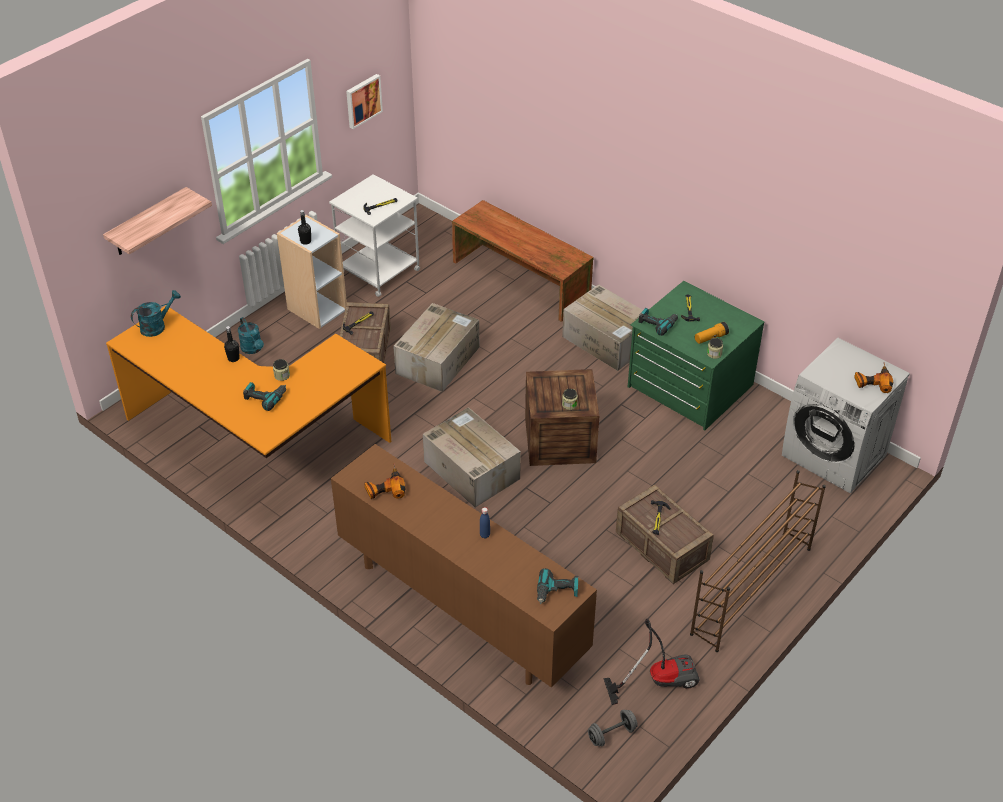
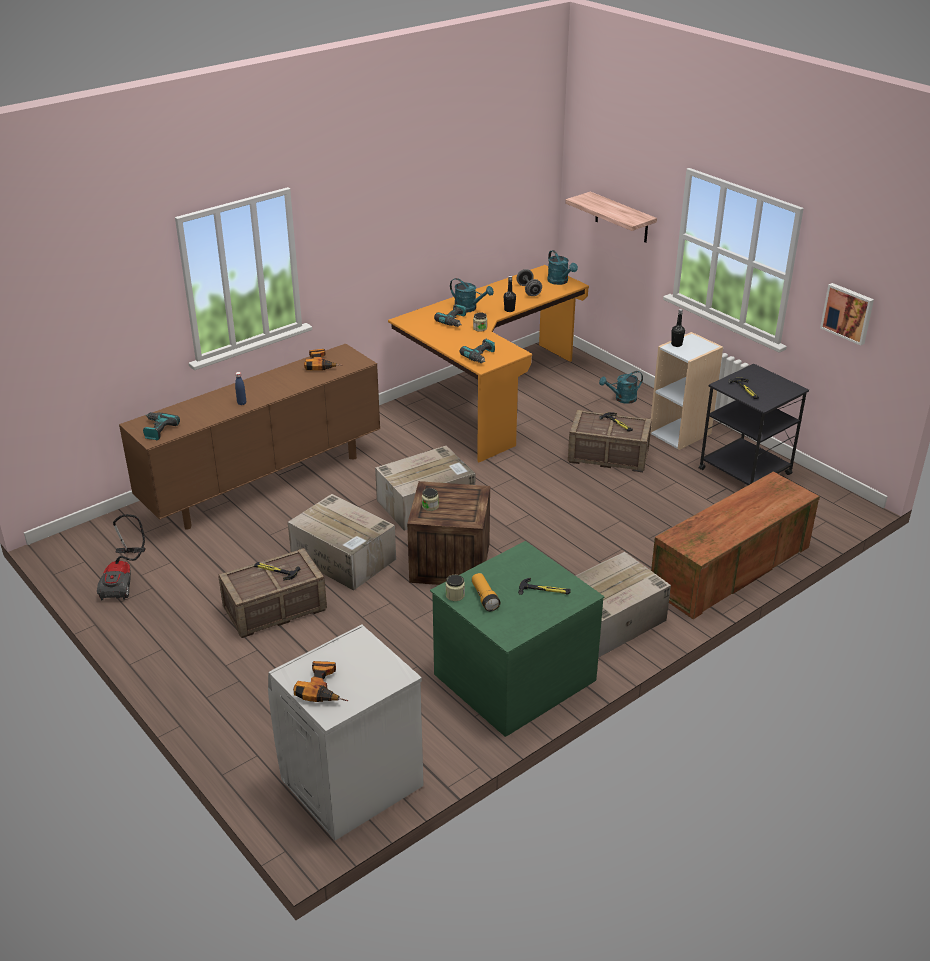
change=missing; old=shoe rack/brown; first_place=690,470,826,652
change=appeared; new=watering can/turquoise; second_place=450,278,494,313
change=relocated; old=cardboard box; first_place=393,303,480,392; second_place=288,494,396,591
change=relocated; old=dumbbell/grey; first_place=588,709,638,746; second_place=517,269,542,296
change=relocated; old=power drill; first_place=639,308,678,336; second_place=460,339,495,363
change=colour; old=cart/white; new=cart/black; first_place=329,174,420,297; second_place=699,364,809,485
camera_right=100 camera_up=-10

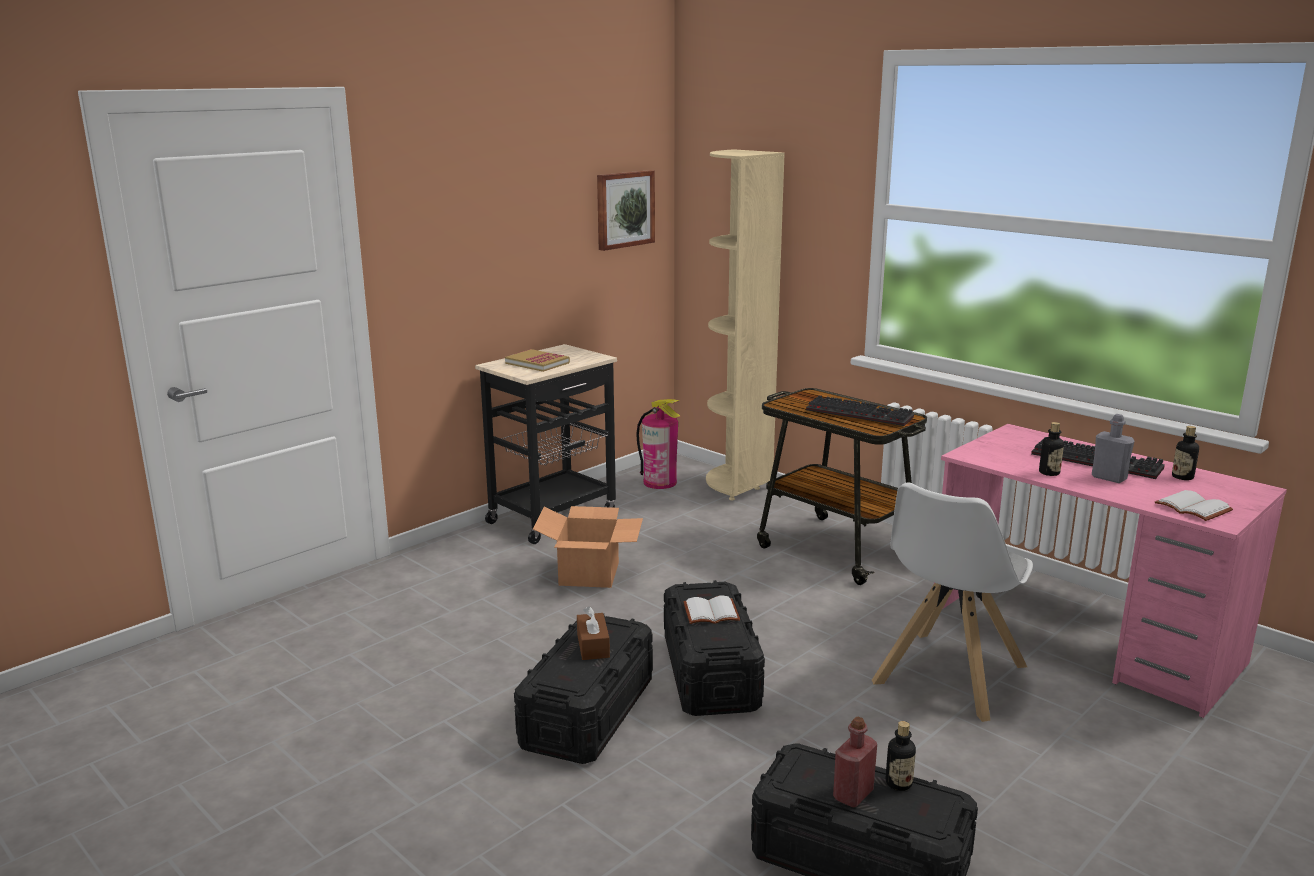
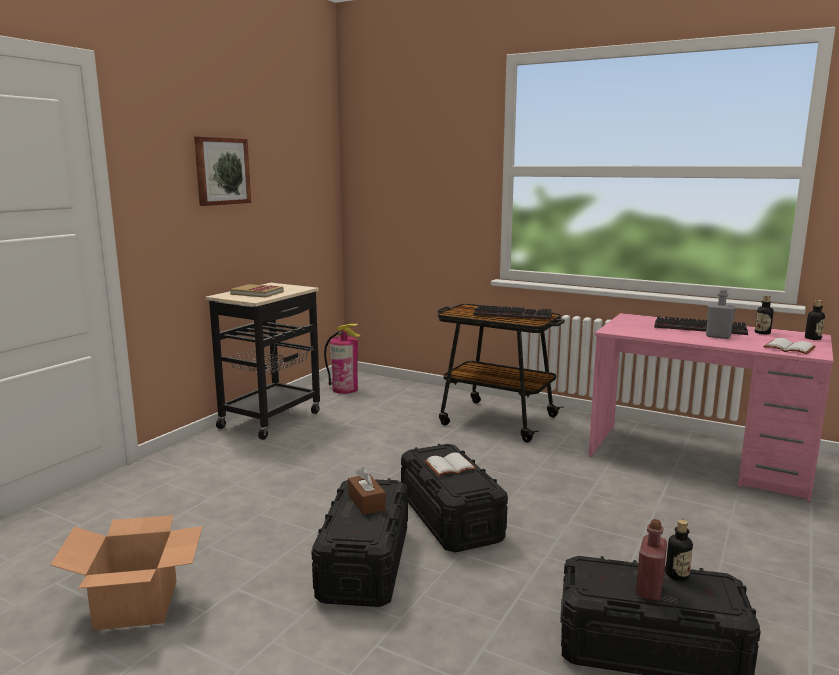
change=missing; old=bookcase/beige; first_place=706,149,785,500
change=missing; old=chair; first_place=872,483,1033,722
change=relocated; old=cardboard box; first_place=533,506,643,588; second_place=50,515,203,631
change=relocated; old=picture; first_place=597,170,655,251; second_place=194,137,251,206
change=relocated; old=bottle; first_place=1039,422,1064,476; second_place=805,300,825,340
camera_right=-15 camera_up=-5

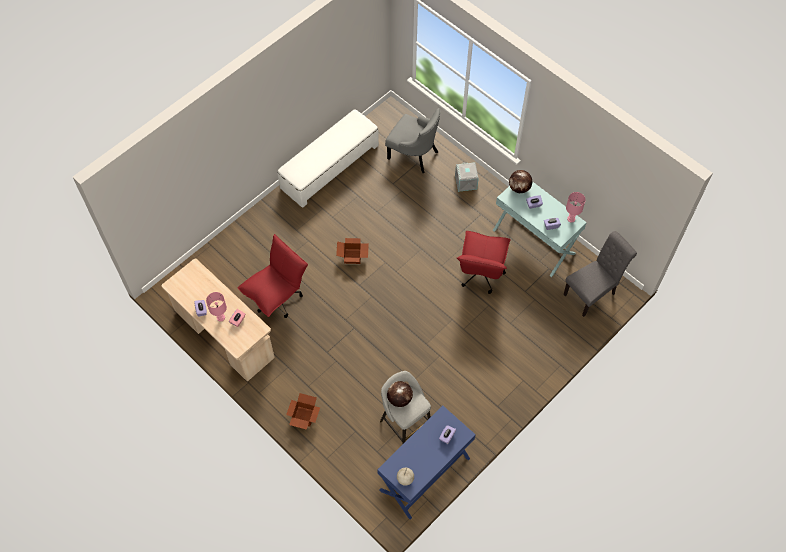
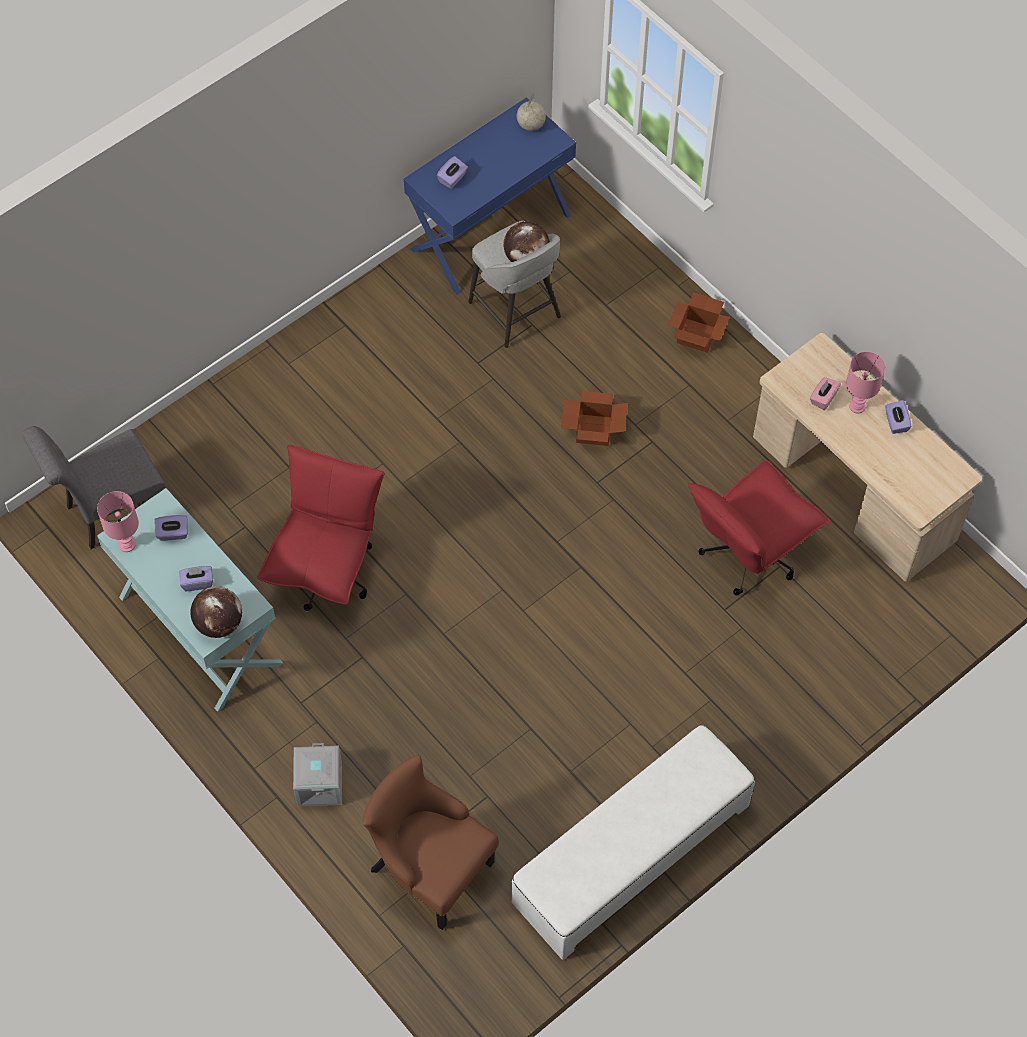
change=relocated; old=cardboard box; first_place=336,238,369,264; second_place=561,391,628,446
change=colour; old=chair/grey; new=chair/brown; first_place=385,108,440,173; second_place=363,755,499,930
camera_right=-175 camera_up=0

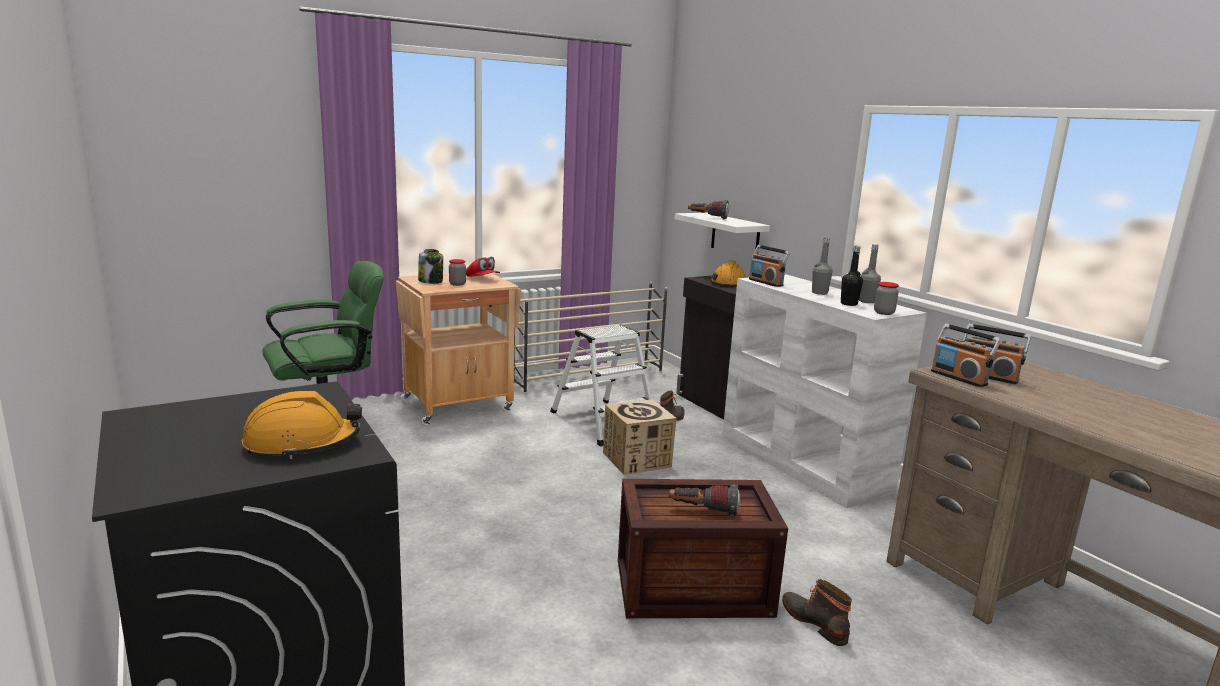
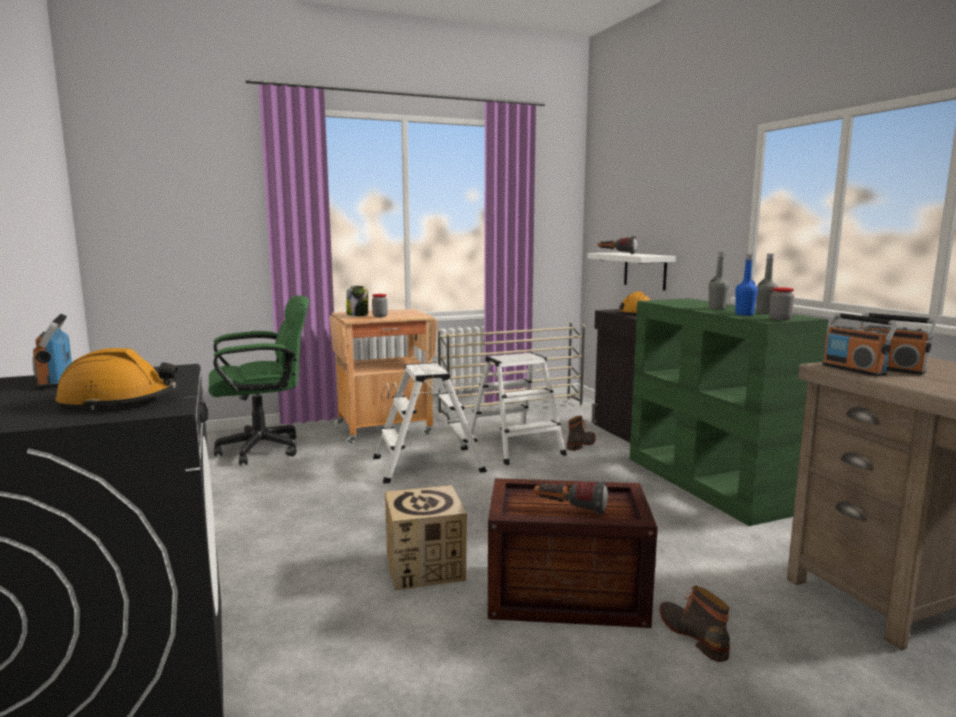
change=missing; old=cap/red; first_place=466,257,500,277
change=appeared; new=step ladder/white; second_place=373,362,487,484
change=relocated; old=cardboard box; first_place=603,399,677,475; second_place=385,485,467,591
change=relocated; old=radio; first_place=749,245,790,287; second_place=33,314,72,389
change=colour; old=bookcase/white; new=bookcase/green; first_place=722,274,927,508; second_place=630,298,829,526
change=colour; old=bottle/black; new=bottle/blue; first_place=841,246,863,306; second_place=735,254,758,315
camera_right=10 camera_up=-5

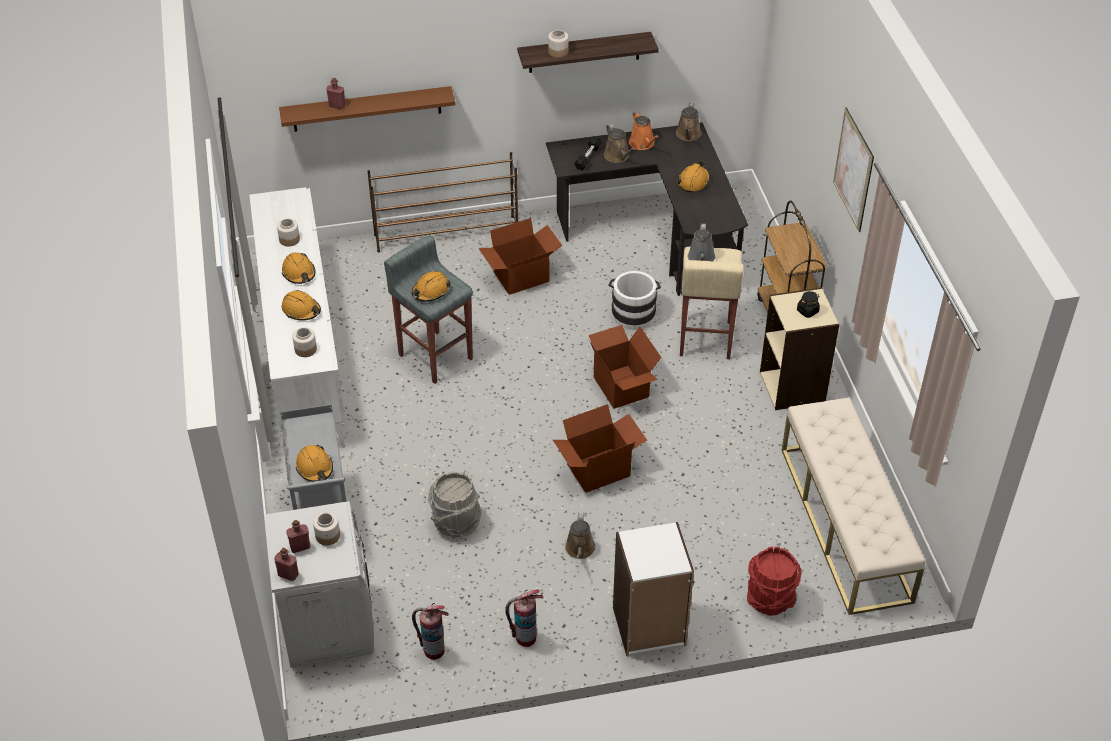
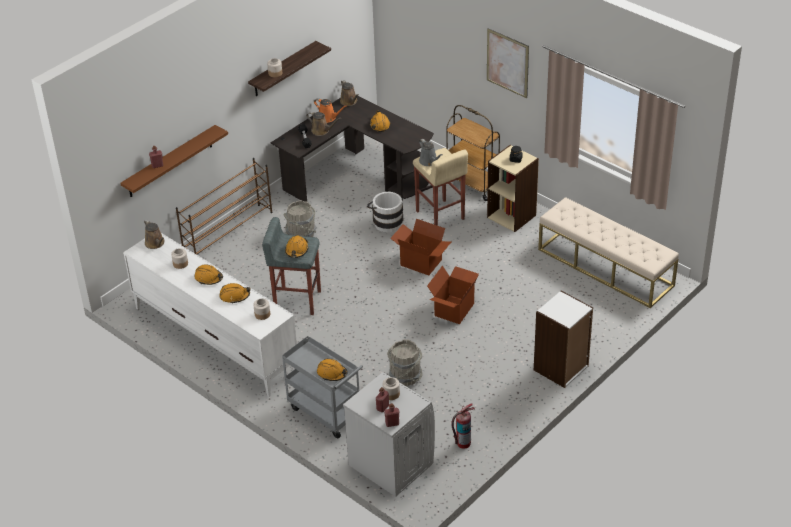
change=missing; old=fire extinguisher; first_place=505,589,544,647
change=missing; old=bucket/red; first_place=747,546,802,616
change=relocated; old=watering can/brown; first_place=565,512,595,559; second_place=144,220,164,249
change=exchanged; old=cardboard box; new=bucket/grey; first_place=479,218,563,295; second_place=283,200,316,237
camera_right=-35 camera_up=-5

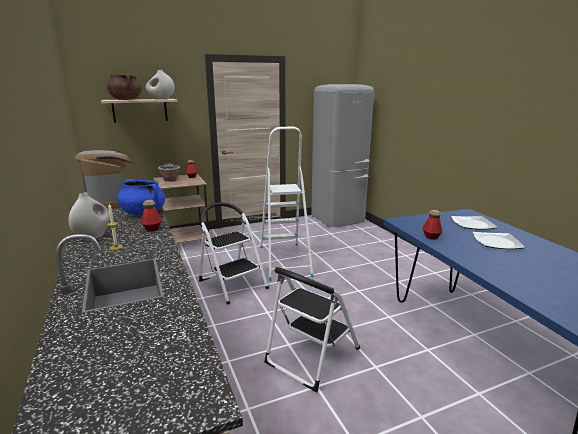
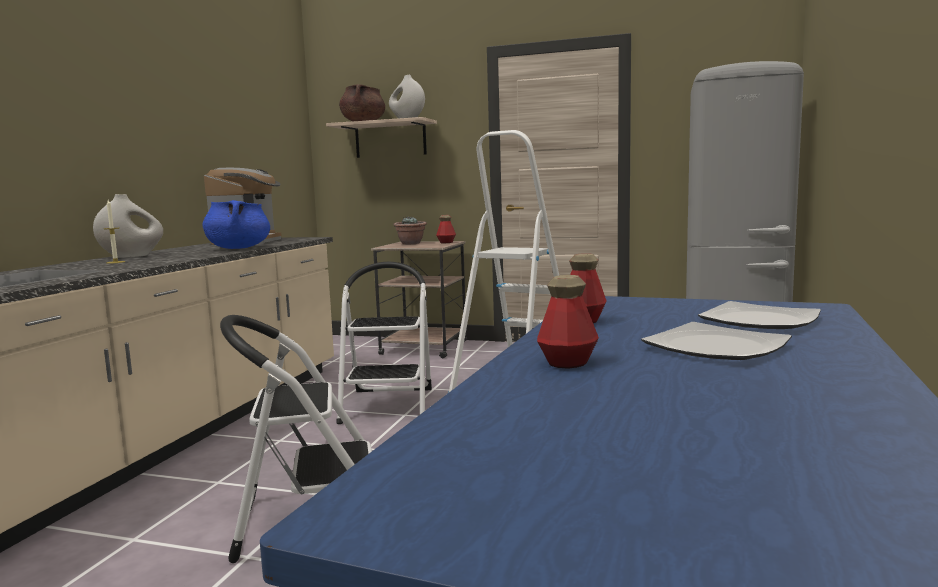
change=relocated; old=bottle; first_place=141,200,162,232; second_place=537,275,599,369
camera_right=40 camera_up=-10

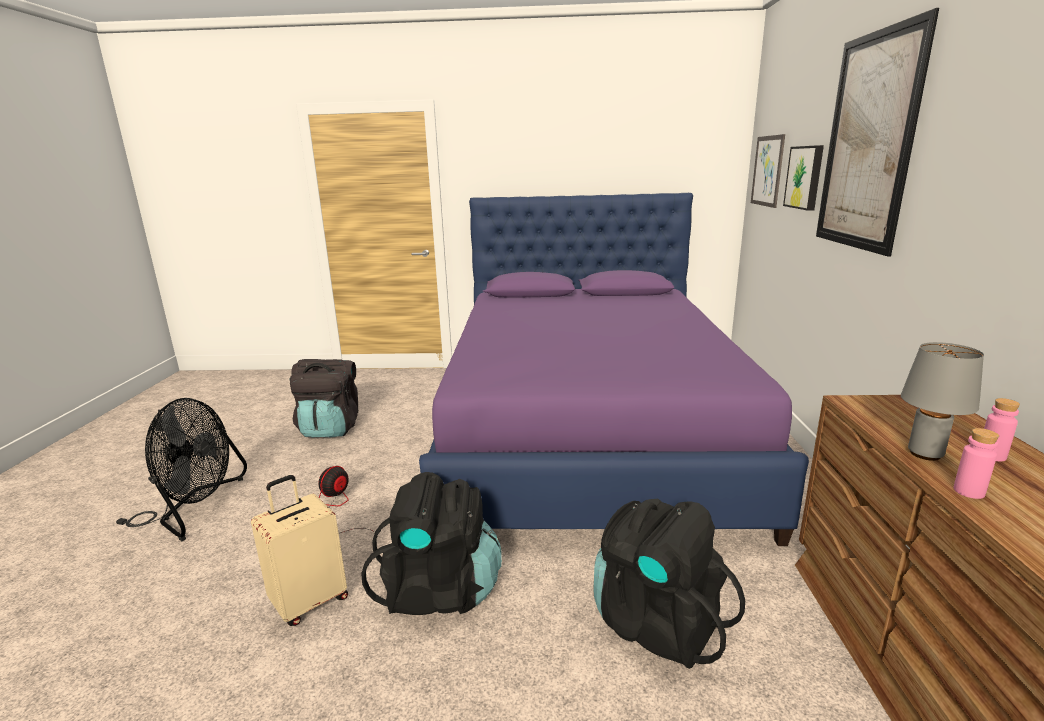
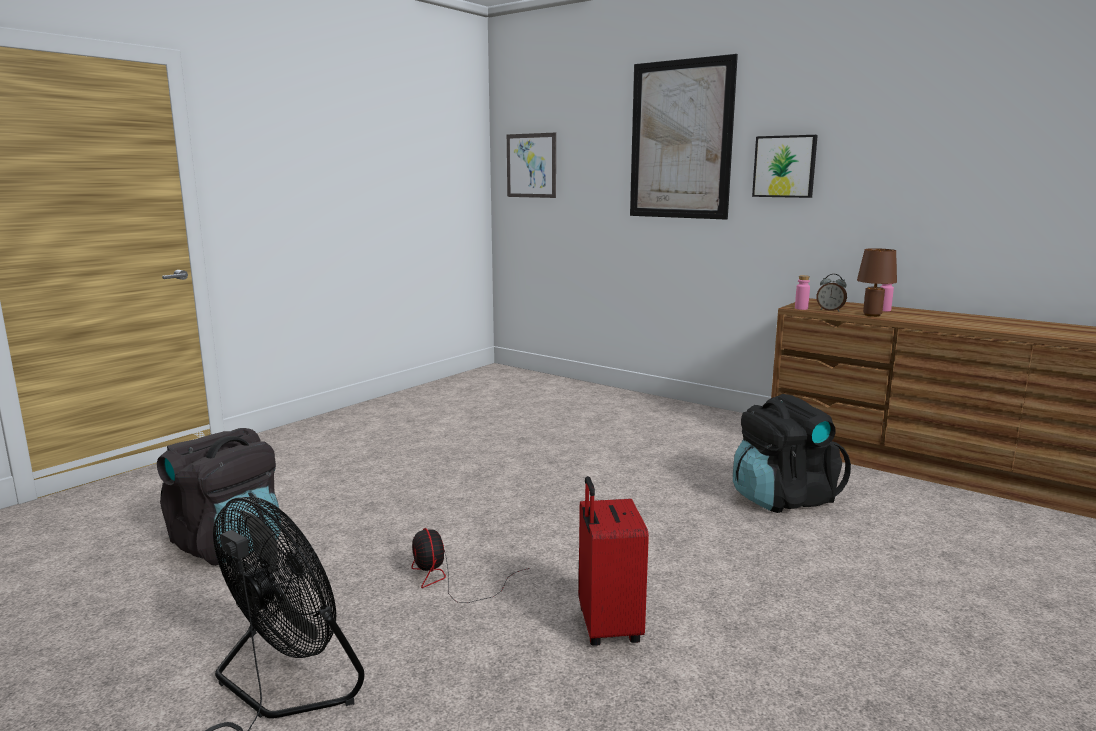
change=missing; old=backpack/black; first_place=361,472,502,615
change=missing; old=bed/purple; first_place=419,193,809,546
change=appeared; new=alarm clock; second_place=816,274,847,312
change=relocated; old=picture; first_place=783,145,824,211; second_place=752,135,818,198
change=relocated; old=bottle/pink; first_place=953,428,999,499; second_place=795,275,810,310
change=colour; old=suitcase/beige; new=suitcase/red; first_place=251,475,348,626; second_place=579,476,649,646
change=colour; old=table lamp/grey; new=table lamp/brown; first_place=901,342,984,461; second_place=857,248,897,317
camera_right=-55 camera_up=-5

